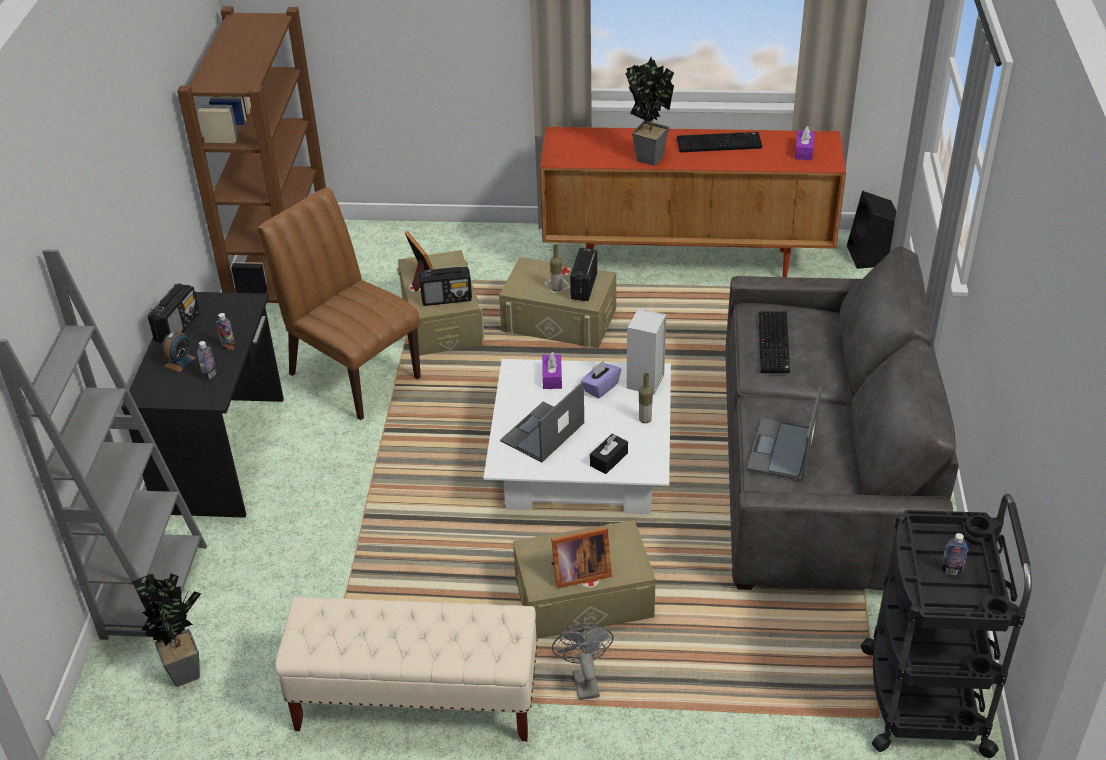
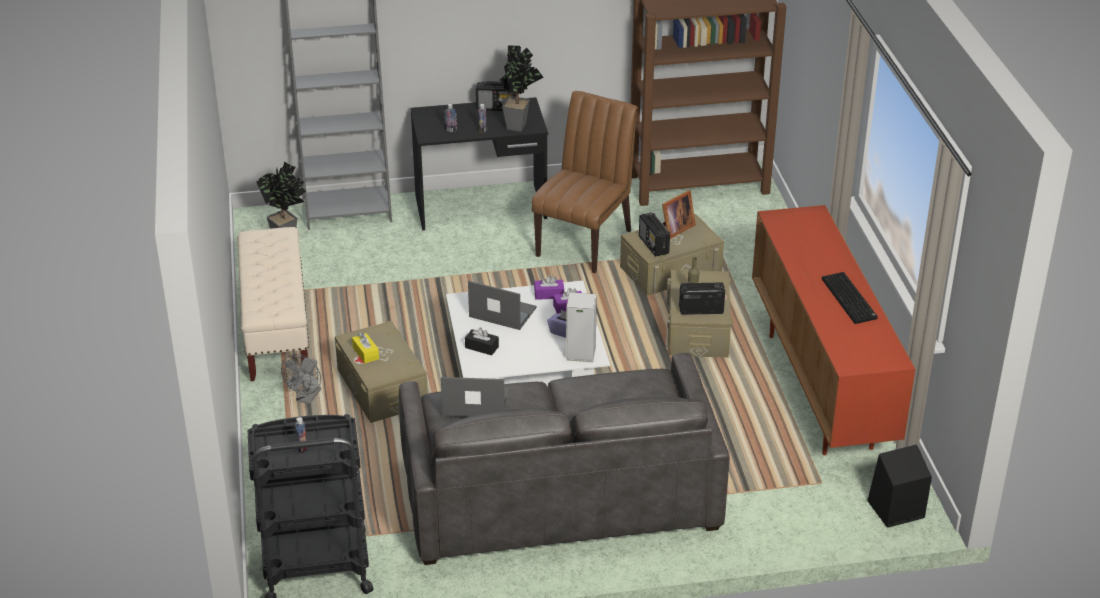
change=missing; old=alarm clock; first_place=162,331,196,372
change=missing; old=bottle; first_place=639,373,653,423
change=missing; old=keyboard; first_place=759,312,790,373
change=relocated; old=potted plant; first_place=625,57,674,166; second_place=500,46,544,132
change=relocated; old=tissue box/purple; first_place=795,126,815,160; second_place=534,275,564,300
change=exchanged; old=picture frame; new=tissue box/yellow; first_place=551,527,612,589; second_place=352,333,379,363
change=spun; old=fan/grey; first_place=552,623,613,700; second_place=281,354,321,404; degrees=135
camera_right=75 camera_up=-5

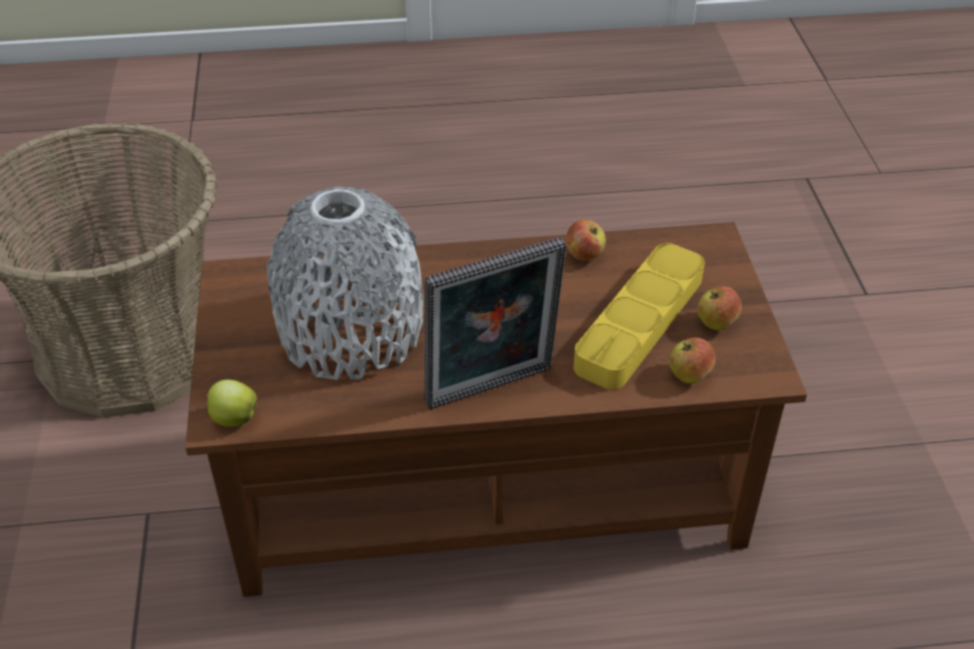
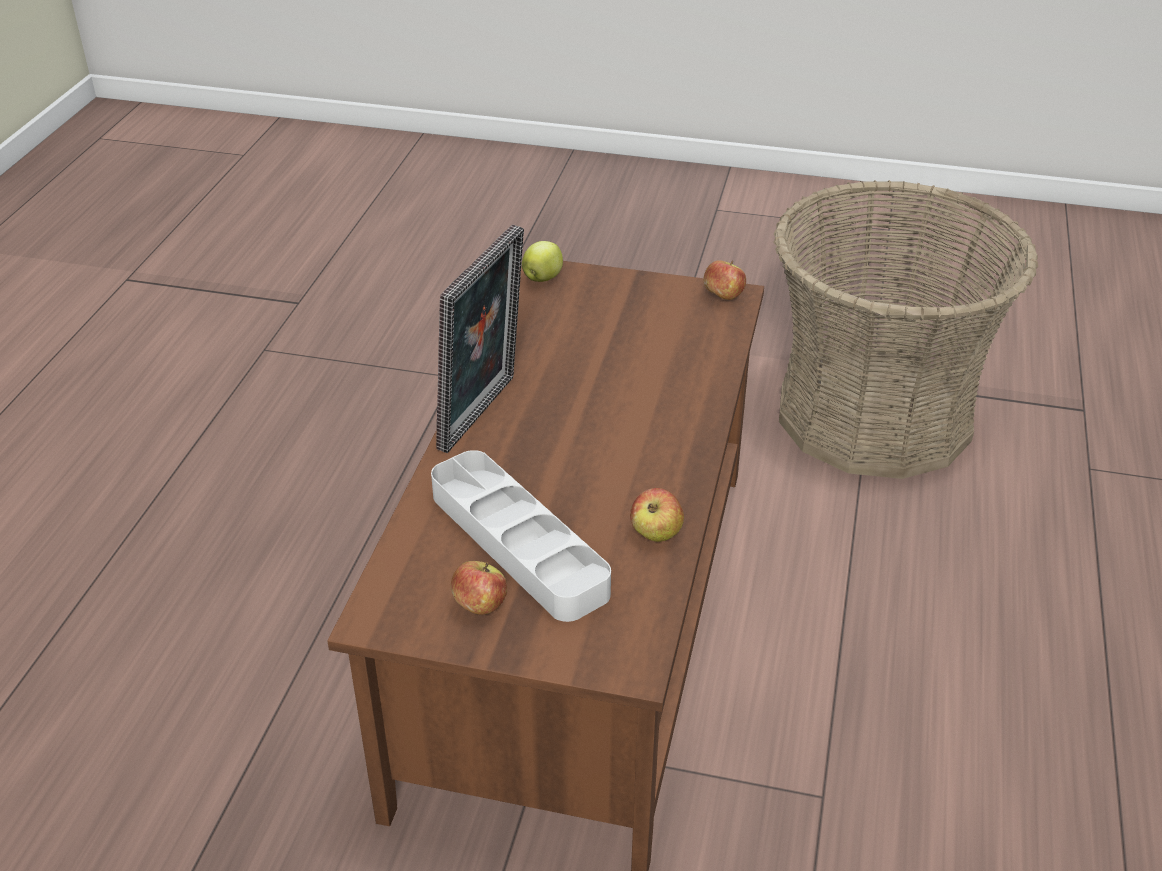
change=missing; old=vase/grey; first_place=267,186,424,380
change=relocated; old=apple; first_place=669,337,716,384; second_place=703,260,746,300
change=colour; old=tray/yellow; new=tray/grey; first_place=574,243,705,389; second_place=431,450,611,622
change=spun; old=picture frame; first_place=424,237,566,410; second_place=436,225,524,453; degrees=-150
camera_right=110 camera_up=-5

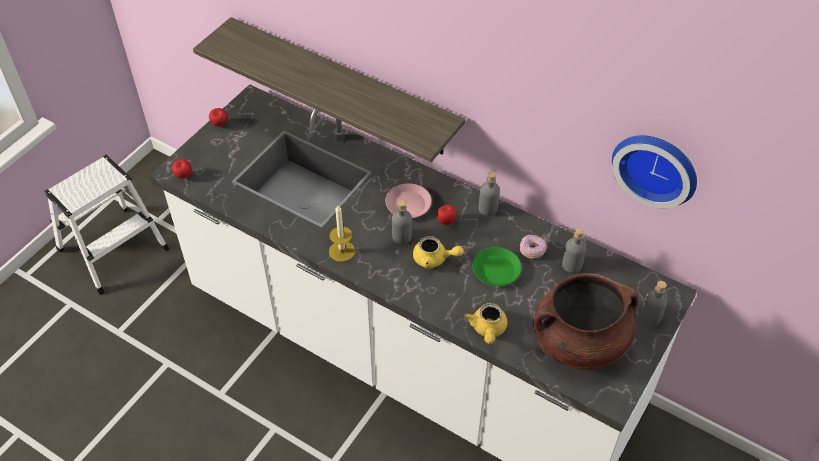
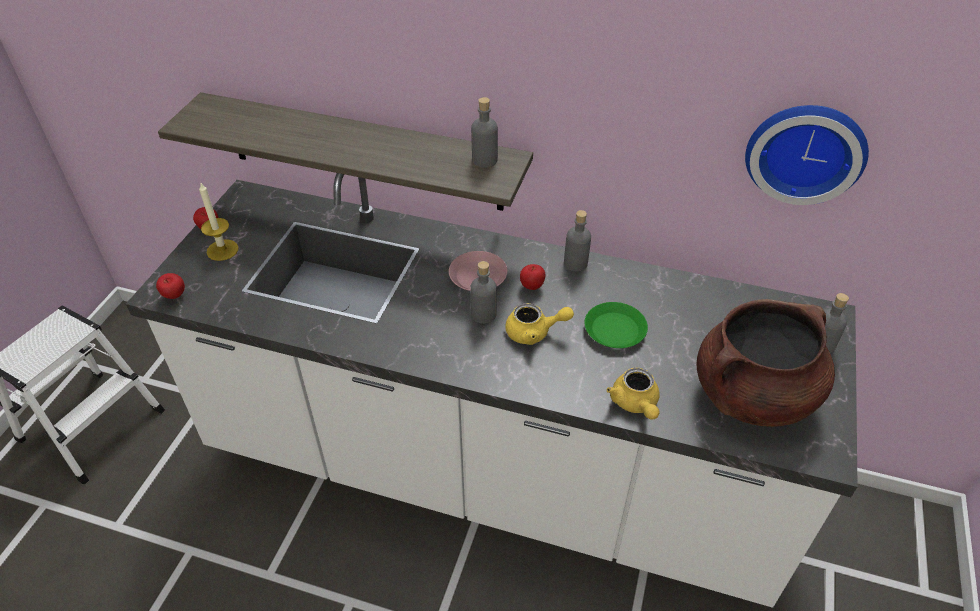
change=missing; old=donut; first_place=520,235,547,259
change=relocated; old=candle; first_place=329,205,355,262; second_place=199,183,239,261
change=relocated; old=bottle/grey; first_place=562,228,587,273; second_place=471,97,498,168
camera_right=-15 camera_up=-5

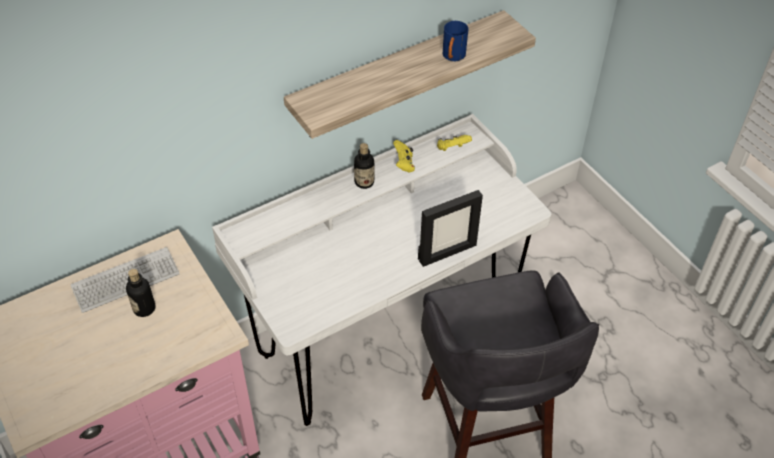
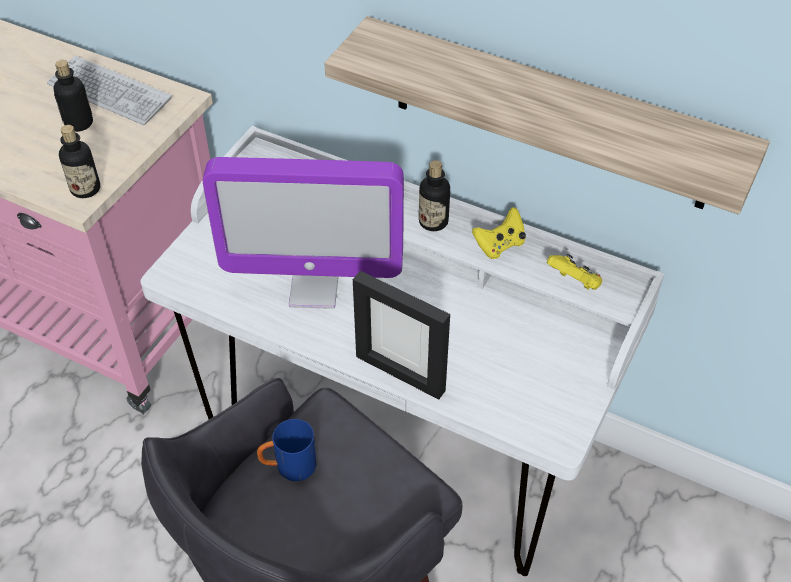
change=appeared; new=bottle; second_place=59,125,100,198
change=appeared; new=monitor; second_place=203,157,404,309
change=relocated; old=mug/blue; first_place=443,21,469,61; second_place=257,419,316,482
camera_right=60 camera_up=0

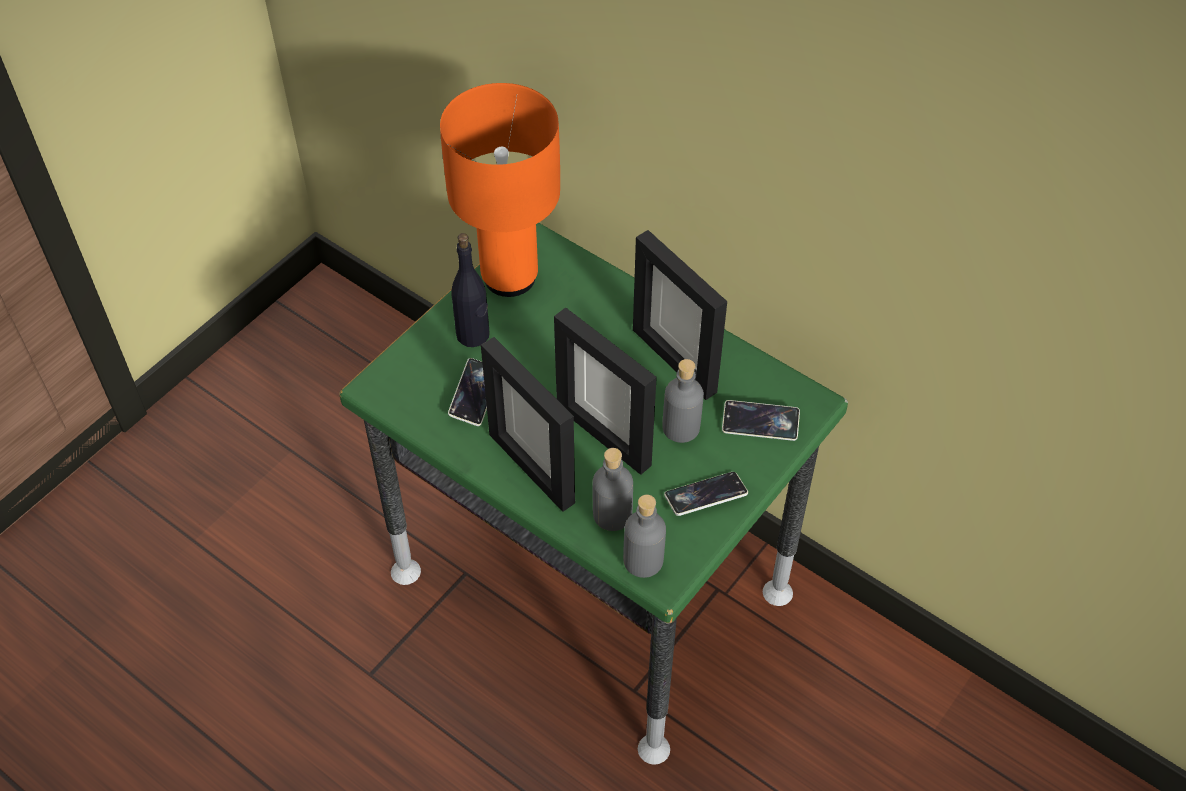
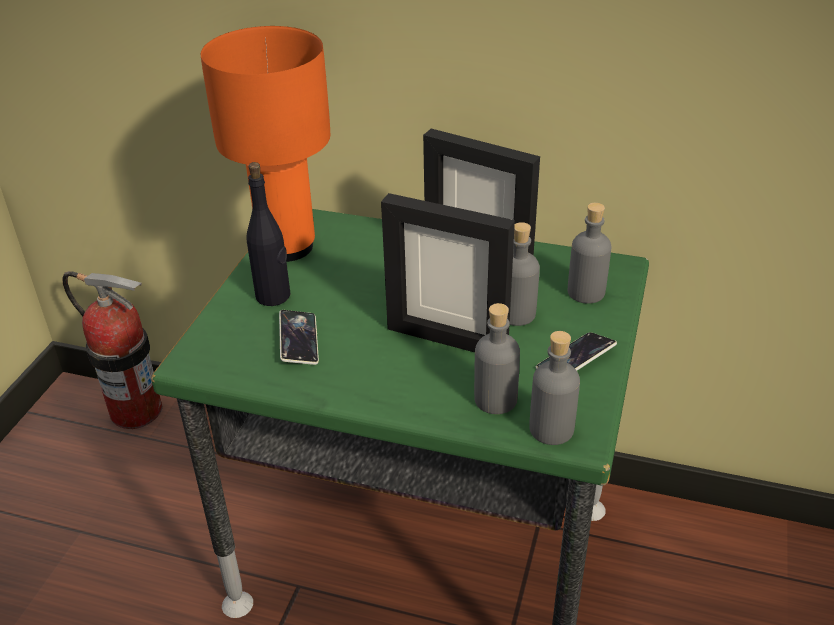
change=missing; old=picture frame; first_place=481,337,575,512
change=appeared; new=fire extinguisher; second_place=63,271,162,429
change=exchanged; old=phone; new=bottle/grey; first_place=722,400,800,441; second_place=567,203,611,304
camera_right=-20 camera_up=-15

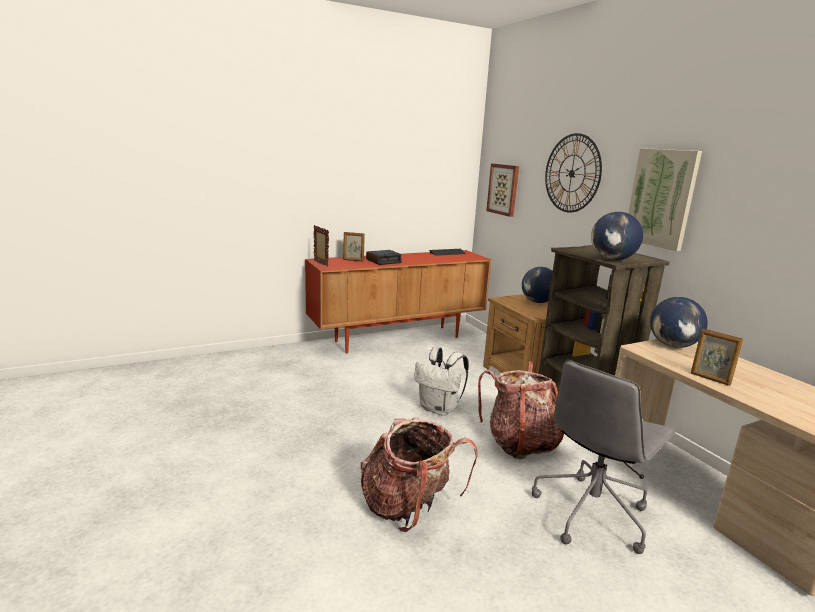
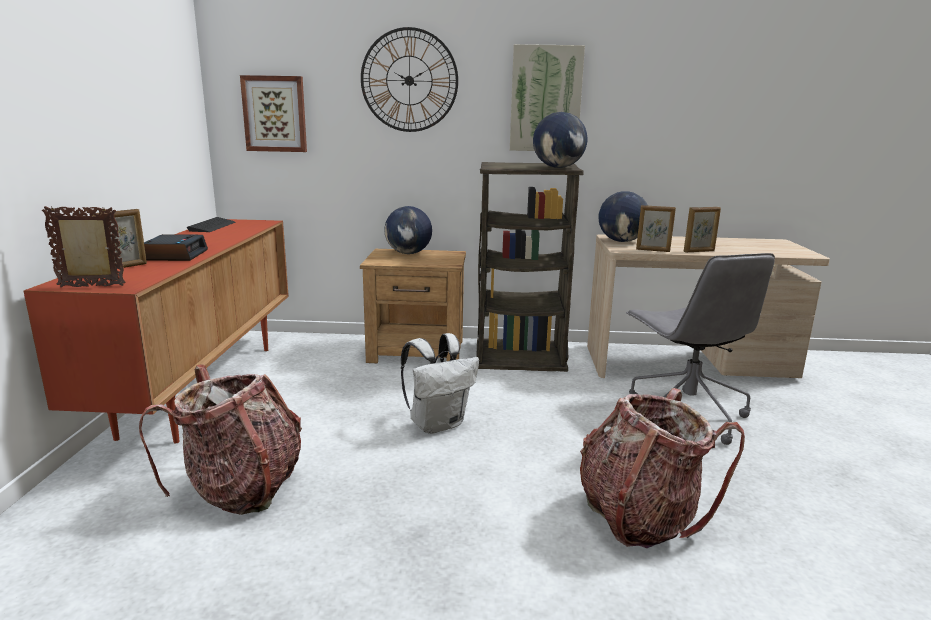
change=appeared; new=picture frame; second_place=636,205,676,252
change=relocated; old=backpack; first_place=478,361,564,459; second_place=139,364,302,515
camera_right=-60 camera_up=0

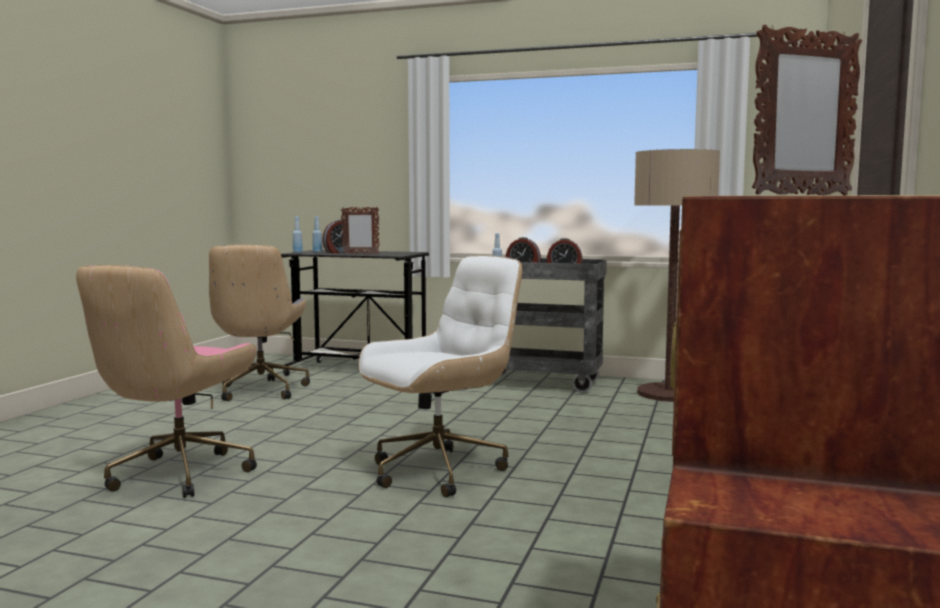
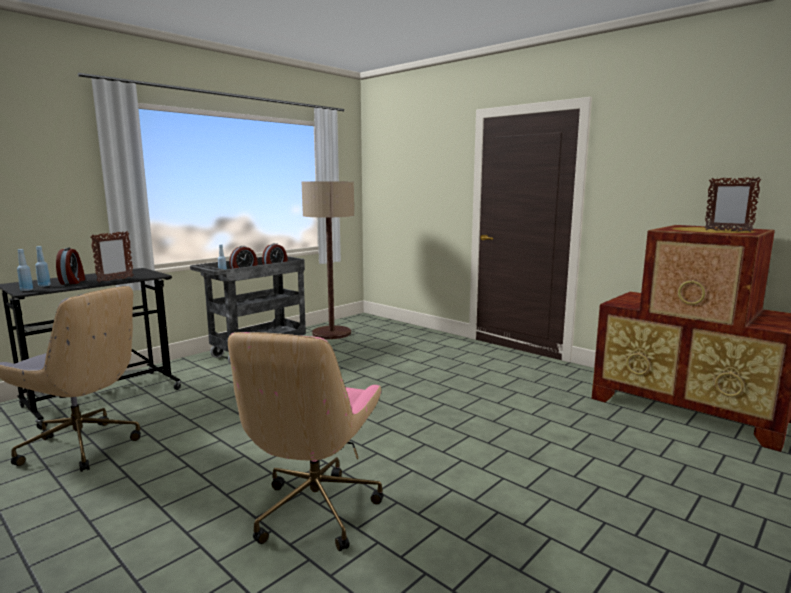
change=missing; old=office chair/white; first_place=359,255,522,497
change=spun; old=office chair/pink; first_place=76,265,257,498; second_place=228,332,383,551; degrees=60
change=spun; old=picture frame; first_place=752,25,862,195; second_place=704,177,762,232; degrees=120
camera_right=-65 camera_up=5

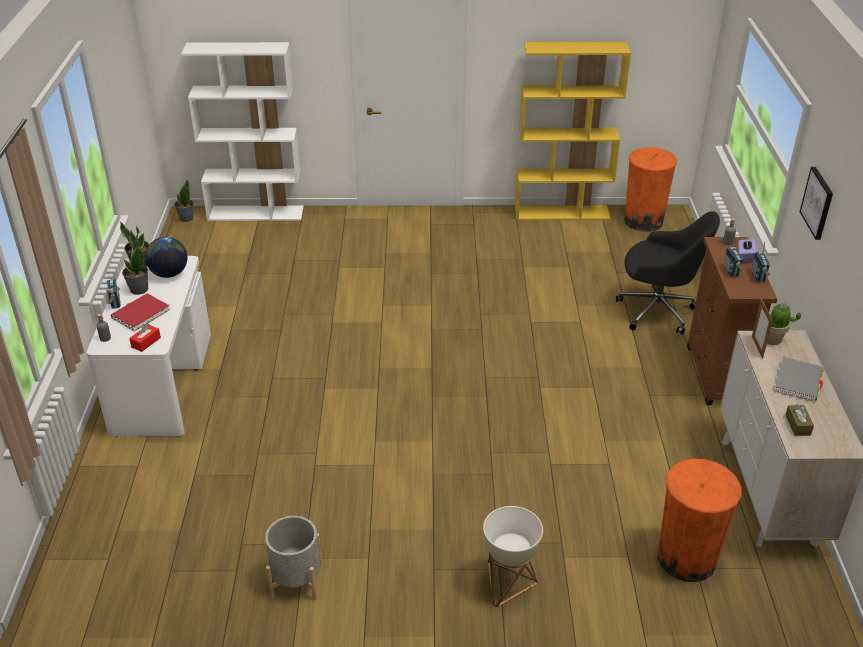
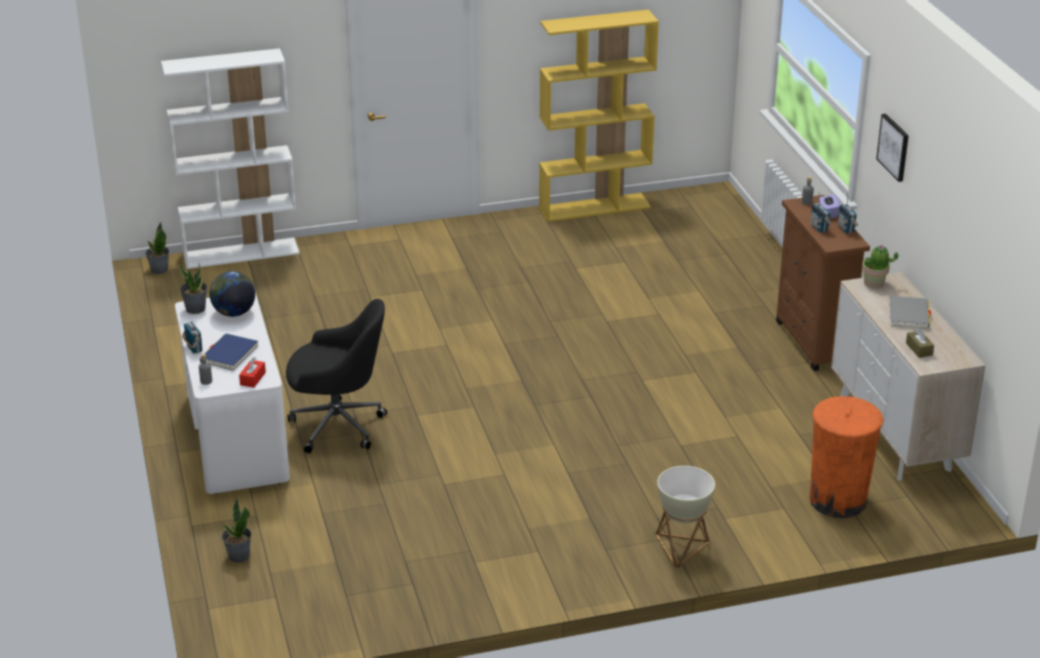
change=missing; old=planter/grey; first_place=265,516,322,600
change=missing; old=trash can/orange; first_place=624,147,677,232
change=missing; old=picture frame; first_place=752,299,773,359
change=relocated; old=potted plant; first_place=122,239,148,295; second_place=222,497,251,562
change=relocated; old=office chair/black; first_place=616,211,720,335; second_place=286,299,387,453
change=colour; old=book/red; new=book/blue; first_place=111,294,170,332; second_place=200,333,258,371
camera_right=-15 camera_up=-5

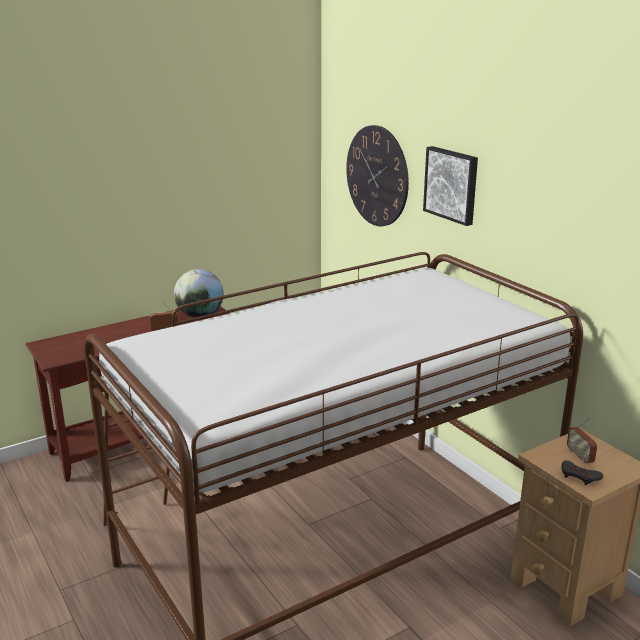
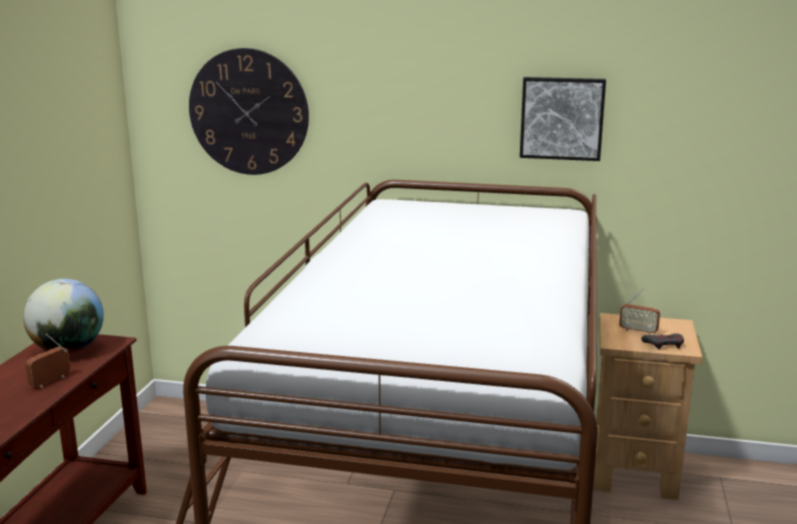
change=relocated; old=picture; first_place=423,146,478,226; second_place=520,77,606,161
camera_right=-45 camera_up=-5

